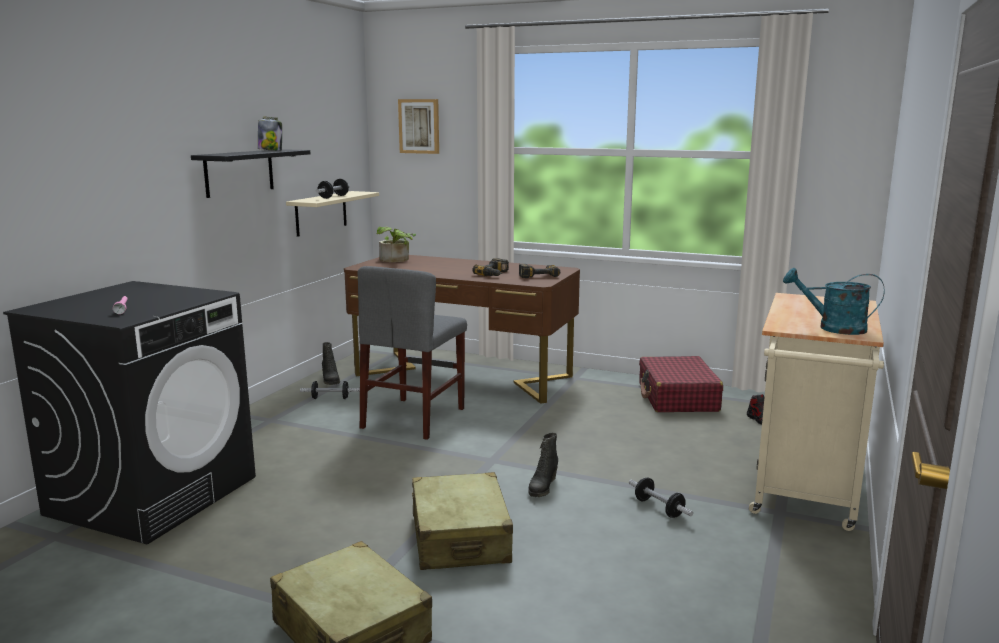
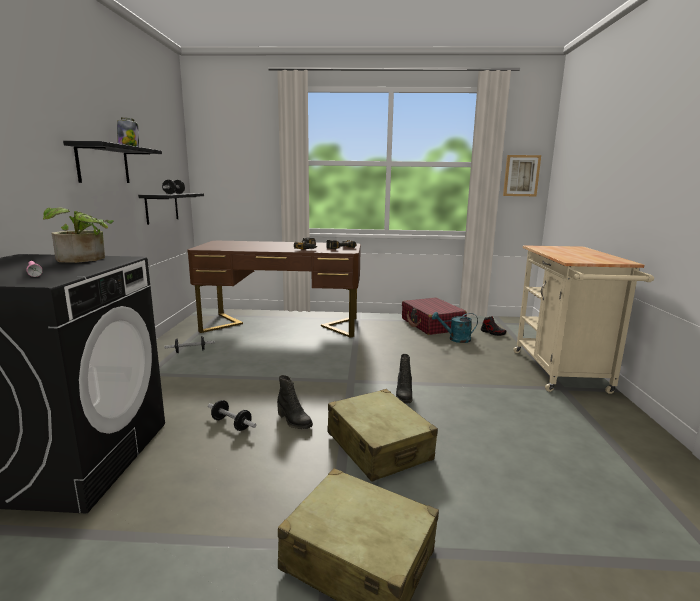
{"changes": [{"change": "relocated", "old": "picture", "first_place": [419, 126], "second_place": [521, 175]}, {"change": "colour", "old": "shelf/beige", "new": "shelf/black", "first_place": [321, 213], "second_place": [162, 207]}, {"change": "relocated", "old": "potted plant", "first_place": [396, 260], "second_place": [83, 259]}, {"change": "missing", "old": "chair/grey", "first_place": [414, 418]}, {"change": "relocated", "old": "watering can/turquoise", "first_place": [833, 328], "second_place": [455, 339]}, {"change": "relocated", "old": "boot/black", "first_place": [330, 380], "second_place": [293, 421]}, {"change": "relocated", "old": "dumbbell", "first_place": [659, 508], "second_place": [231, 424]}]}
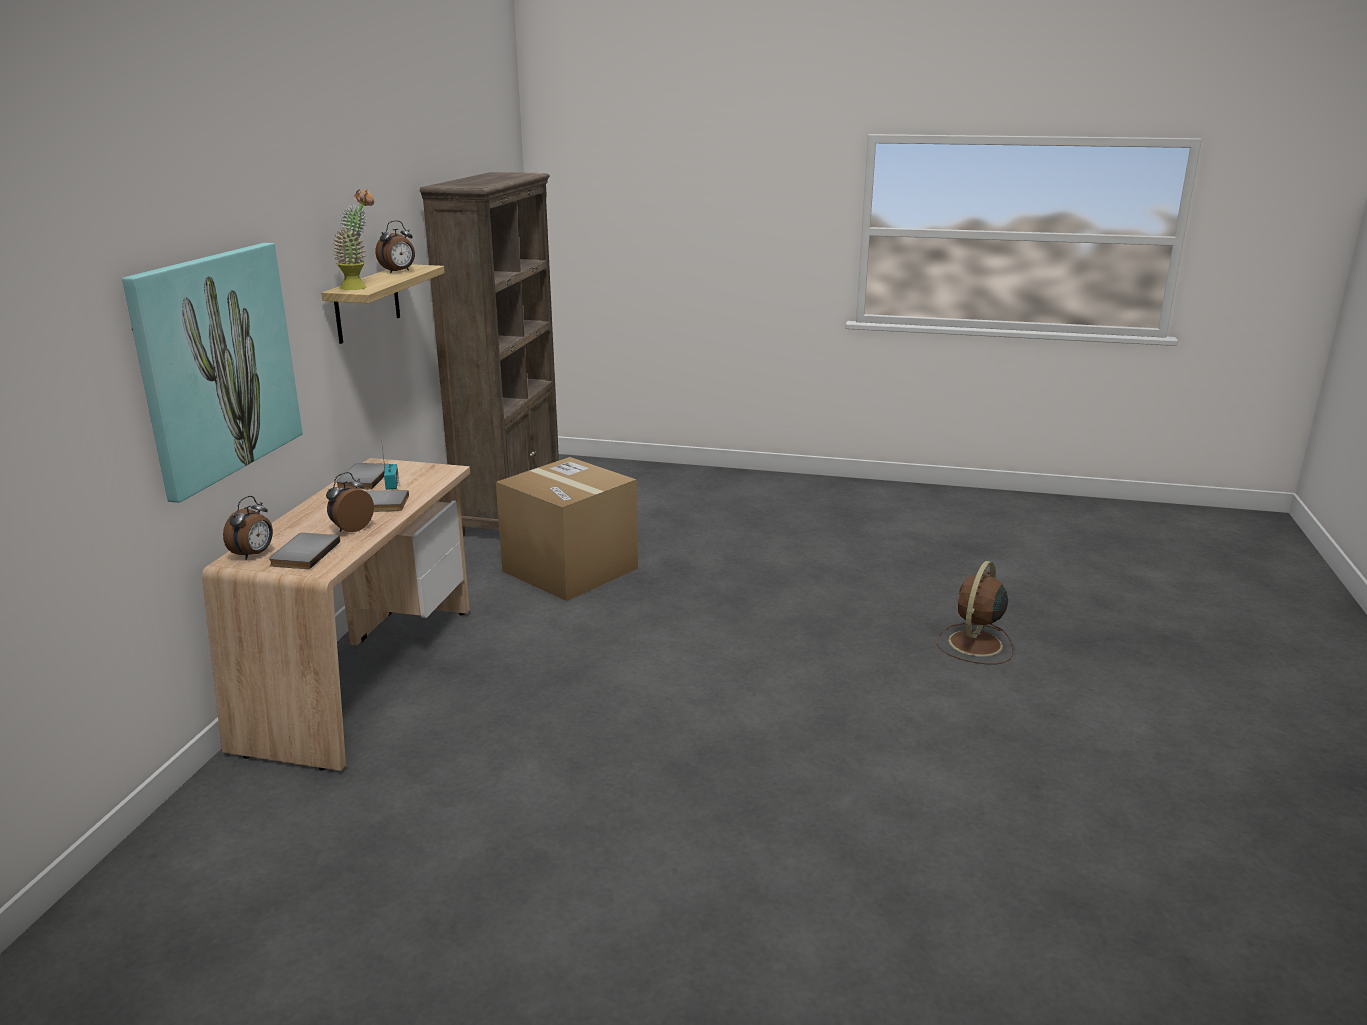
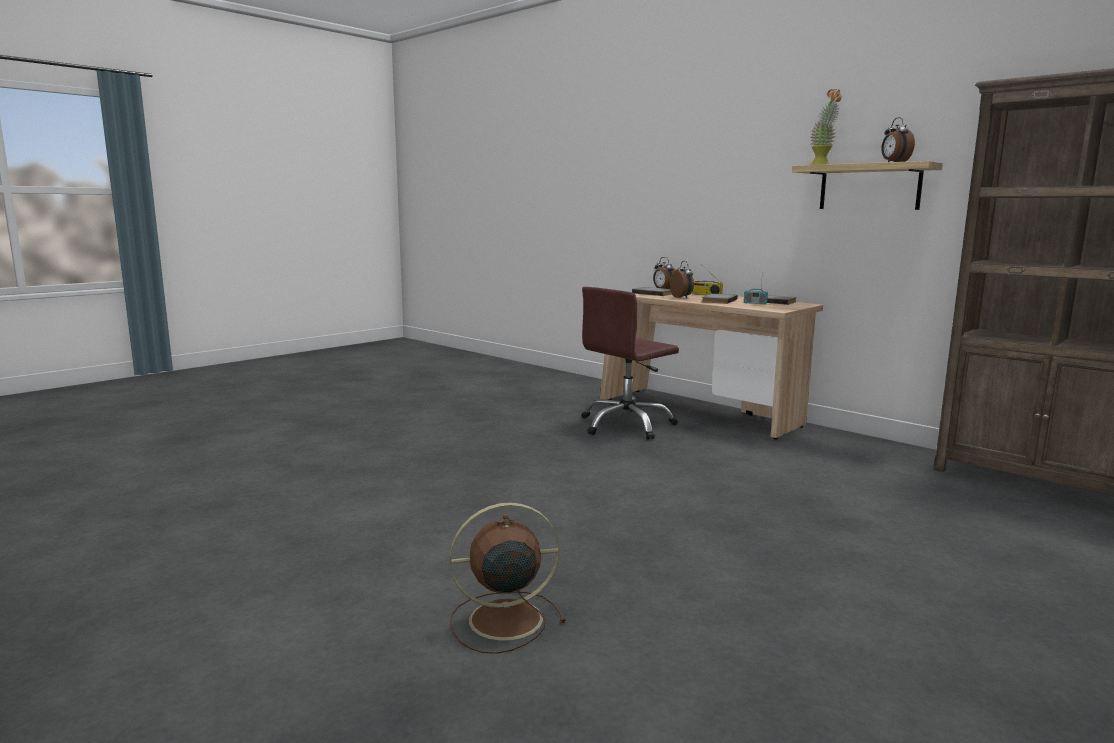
{"changes": [{"change": "missing", "old": "picture", "first_place": [216, 365]}, {"change": "missing", "old": "cardboard box", "first_place": [570, 569]}, {"change": "spun", "old": "fan/brown", "first_place": [974, 644], "second_place": [502, 620], "degrees": -75}, {"change": "appeared", "new": "radio", "second_place": [706, 294]}, {"change": "appeared", "new": "office chair/brown", "second_place": [626, 425]}]}
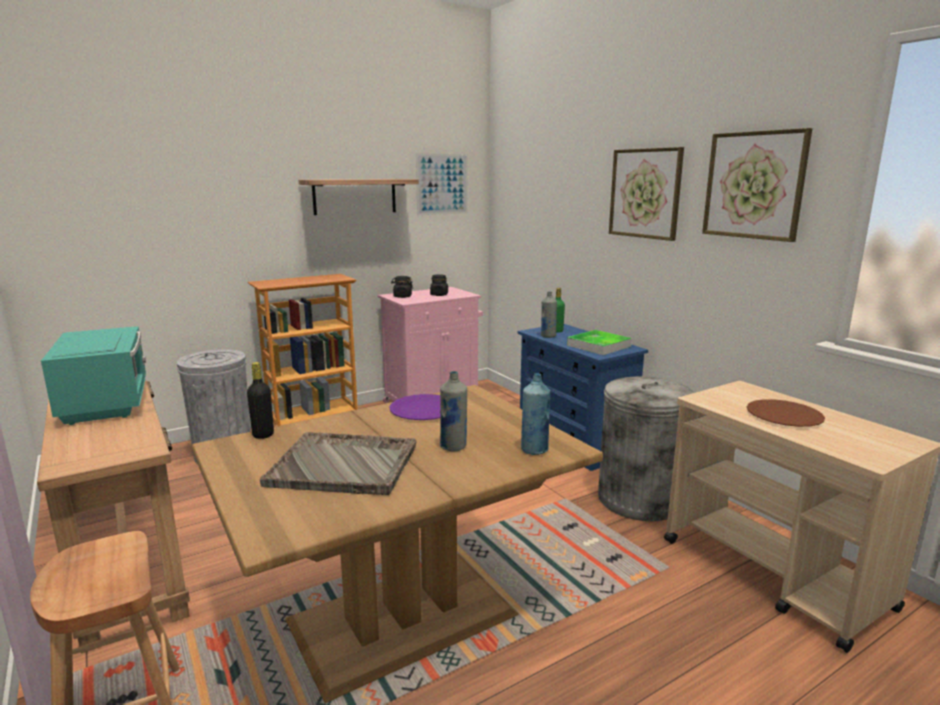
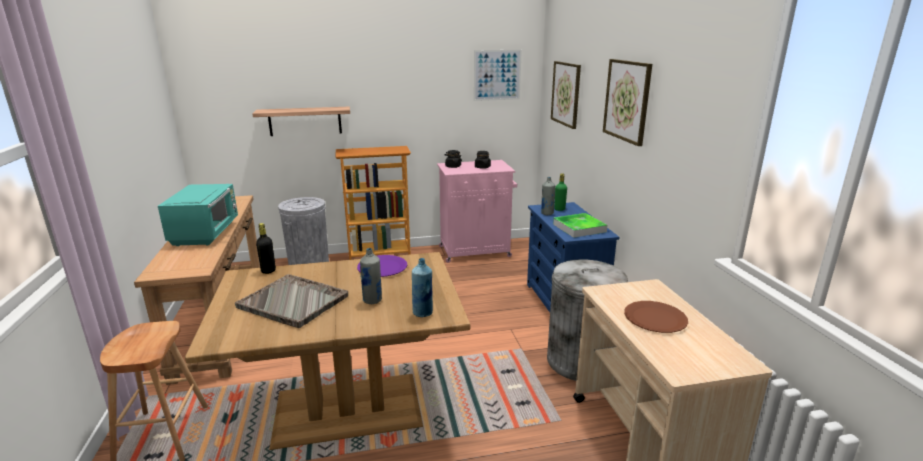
{"changes": [{"change": "relocated", "old": "picture", "first_place": [754, 185], "second_place": [566, 94]}, {"change": "relocated", "old": "shelf", "first_place": [355, 196], "second_place": [305, 121]}]}
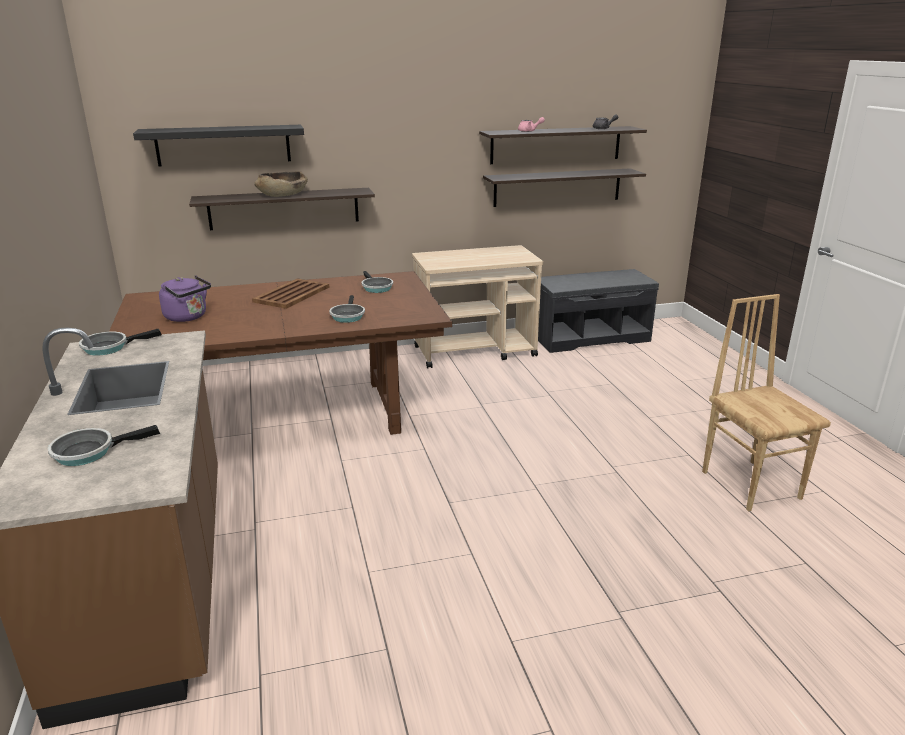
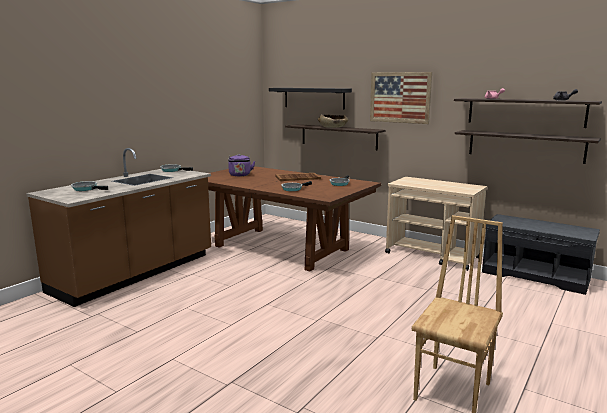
{"changes": [{"change": "appeared", "new": "picture", "second_place": [400, 97]}]}
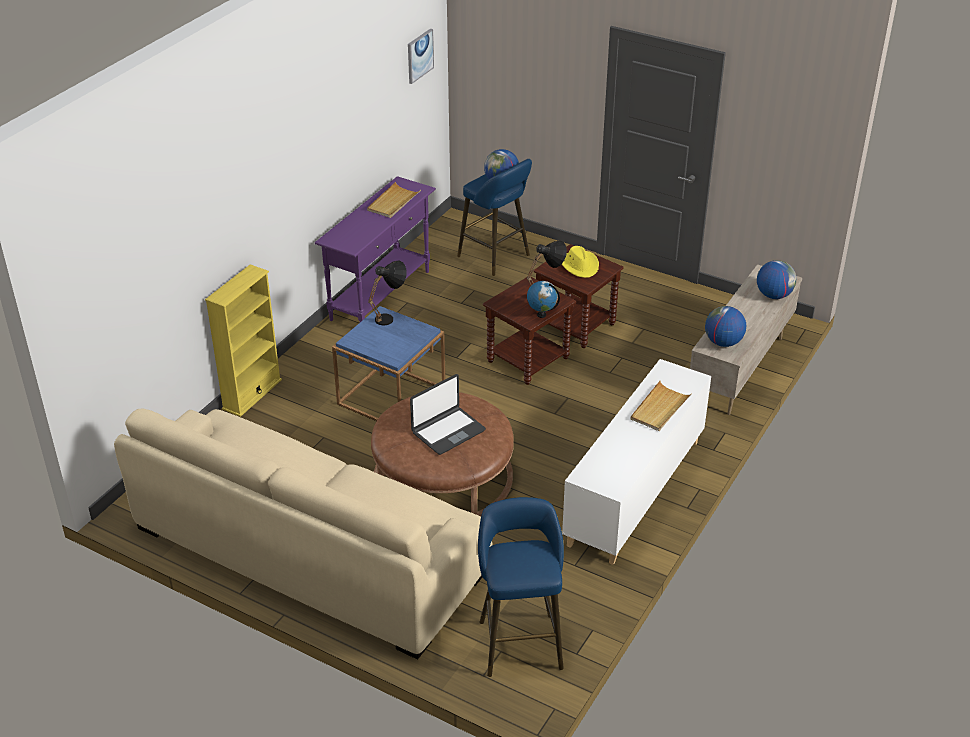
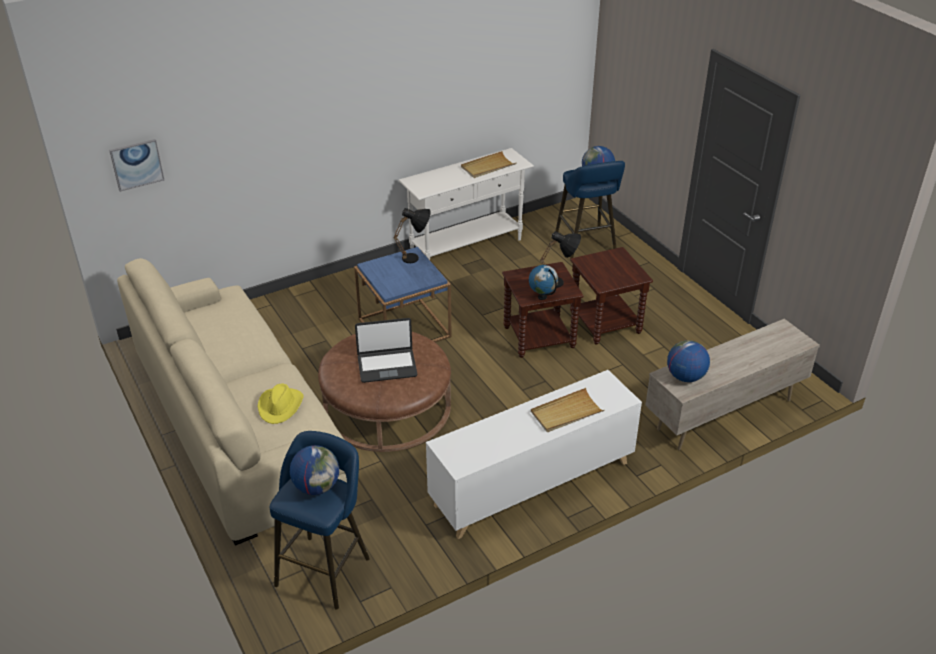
{"changes": [{"change": "relocated", "old": "picture", "first_place": [419, 55], "second_place": [136, 164]}, {"change": "colour", "old": "console table/purple", "new": "console table/white", "first_place": [381, 295], "second_place": [467, 246]}, {"change": "relocated", "old": "hat/yellow", "first_place": [579, 265], "second_place": [280, 406]}, {"change": "relocated", "old": "globe", "first_place": [773, 295], "second_place": [316, 486]}, {"change": "missing", "old": "bookcase/yellow", "first_place": [252, 394]}]}
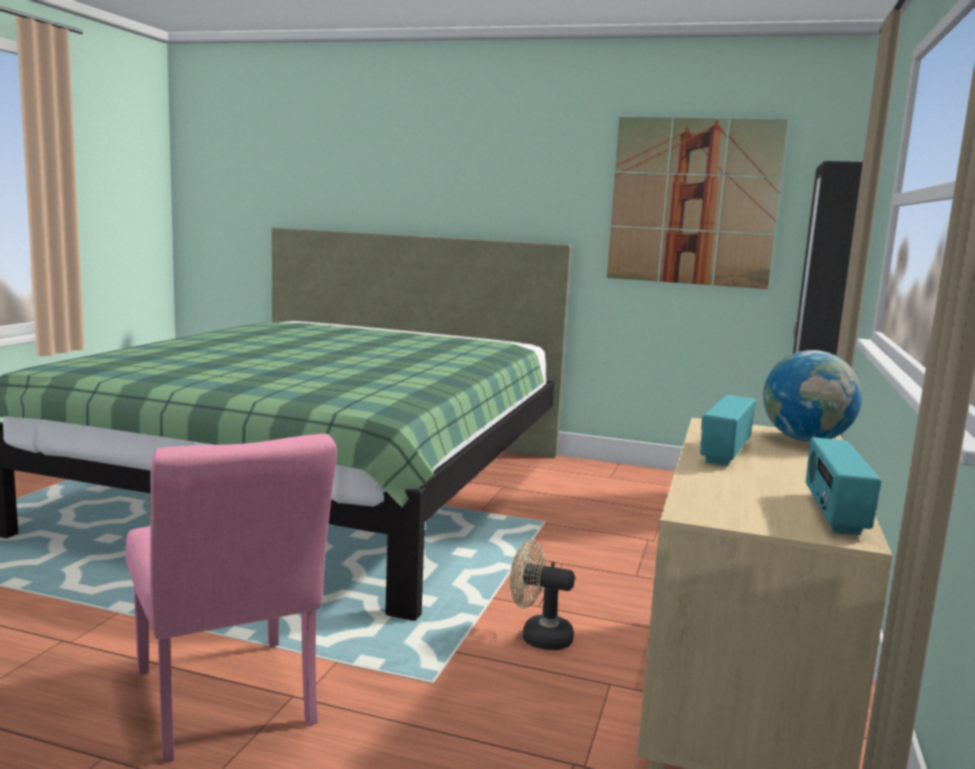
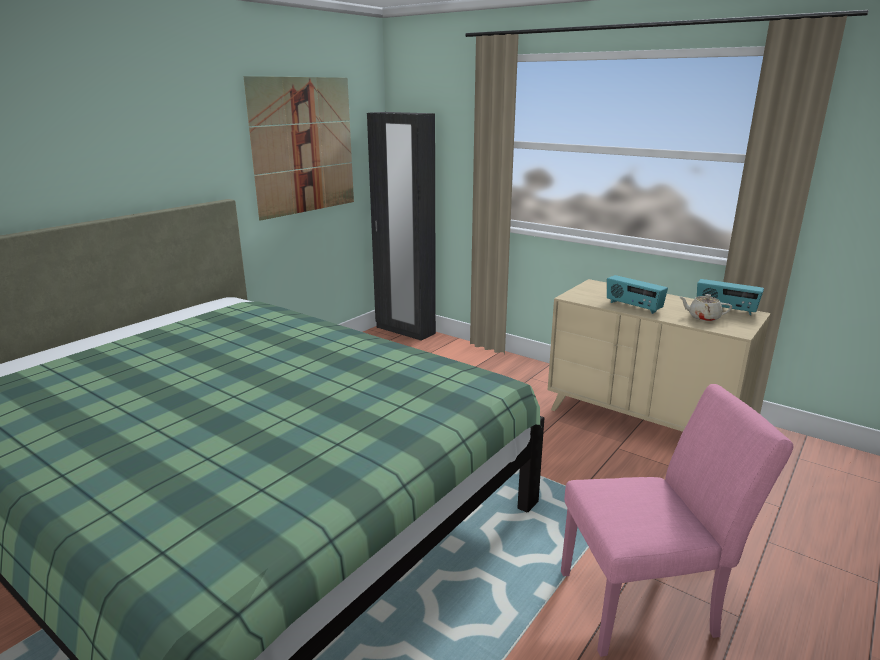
{"changes": [{"change": "missing", "old": "globe", "first_place": [805, 440]}, {"change": "missing", "old": "fan/beige", "first_place": [538, 637]}, {"change": "appeared", "new": "teapot/beige", "second_place": [703, 317]}]}
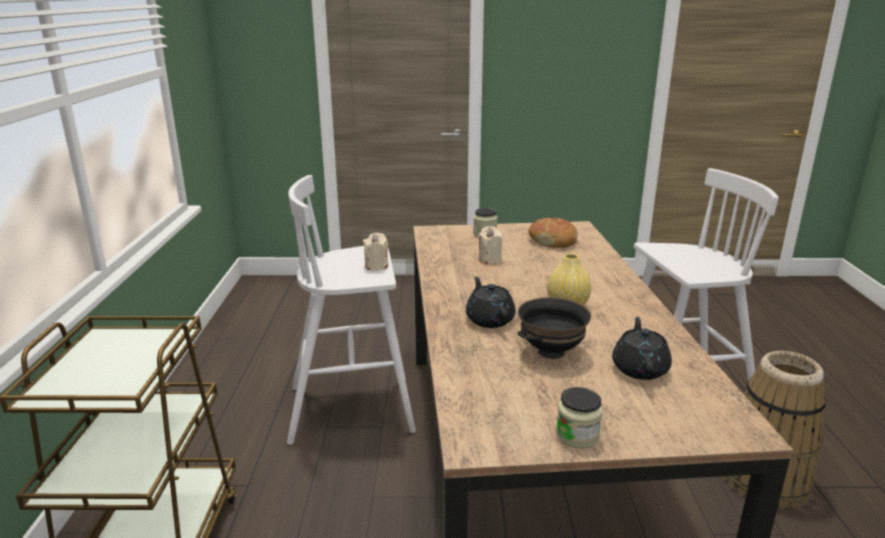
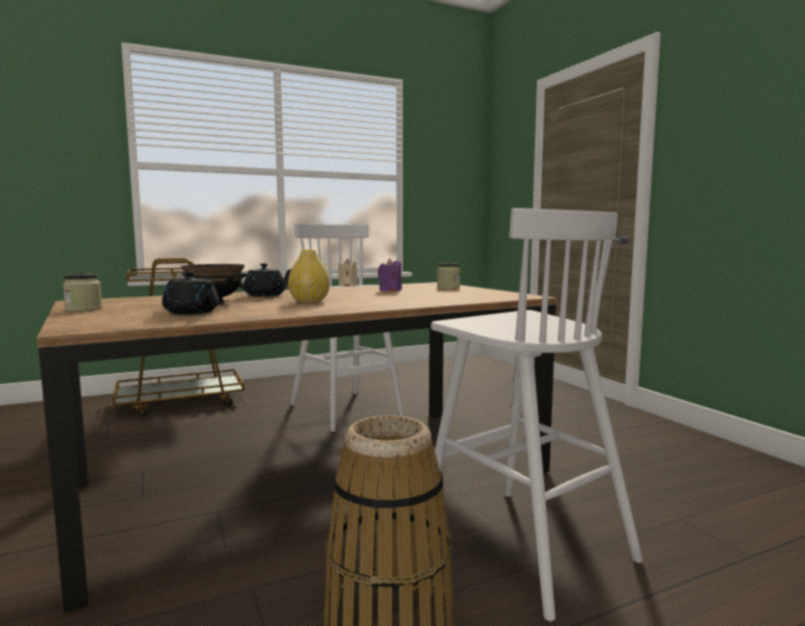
{"changes": [{"change": "missing", "old": "bread", "first_place": [553, 240]}, {"change": "colour", "old": "candle/beige", "new": "candle/purple", "first_place": [490, 259], "second_place": [390, 290]}, {"change": "spun", "old": "teapot/black", "first_place": [640, 368], "second_place": [192, 313], "degrees": 60}]}
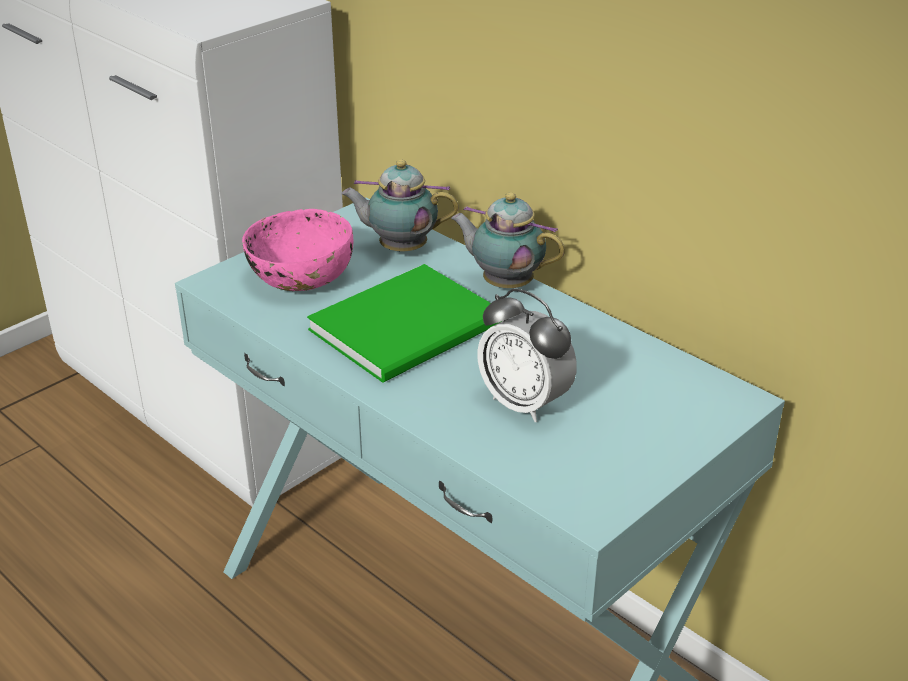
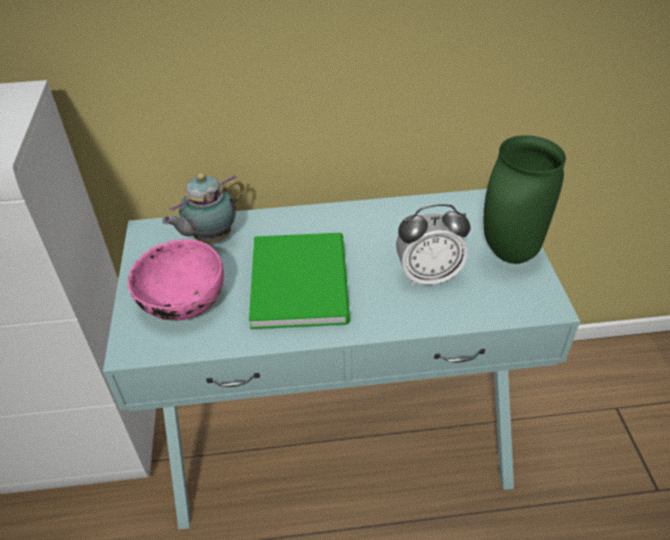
{"changes": [{"change": "missing", "old": "teapot", "first_place": [504, 284]}, {"change": "appeared", "new": "vase/green", "second_place": [508, 252]}]}
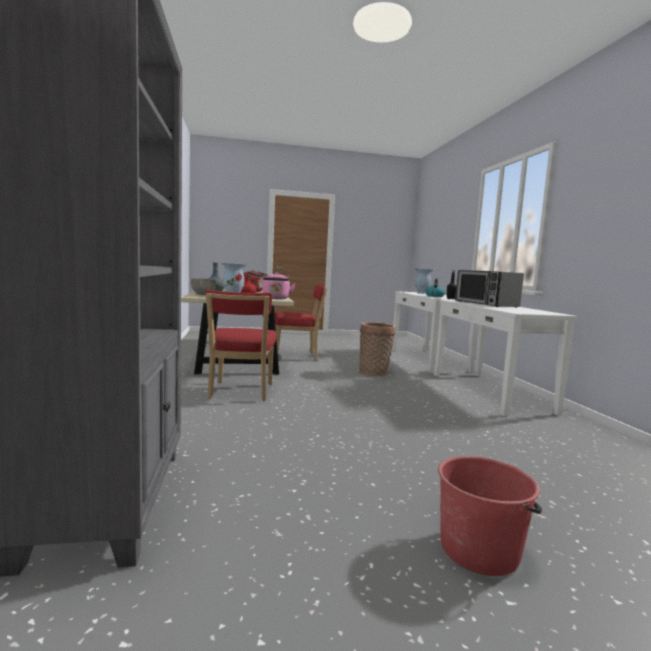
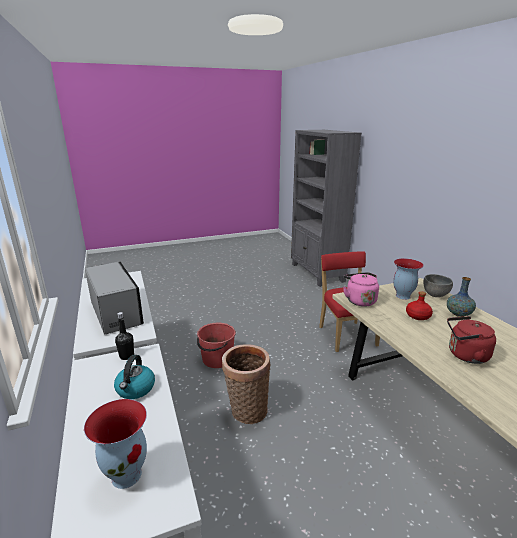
{"changes": [{"change": "missing", "old": "chair/red", "first_place": [297, 356]}, {"change": "relocated", "old": "bucket/red", "first_place": [480, 550], "second_place": [217, 359]}]}
